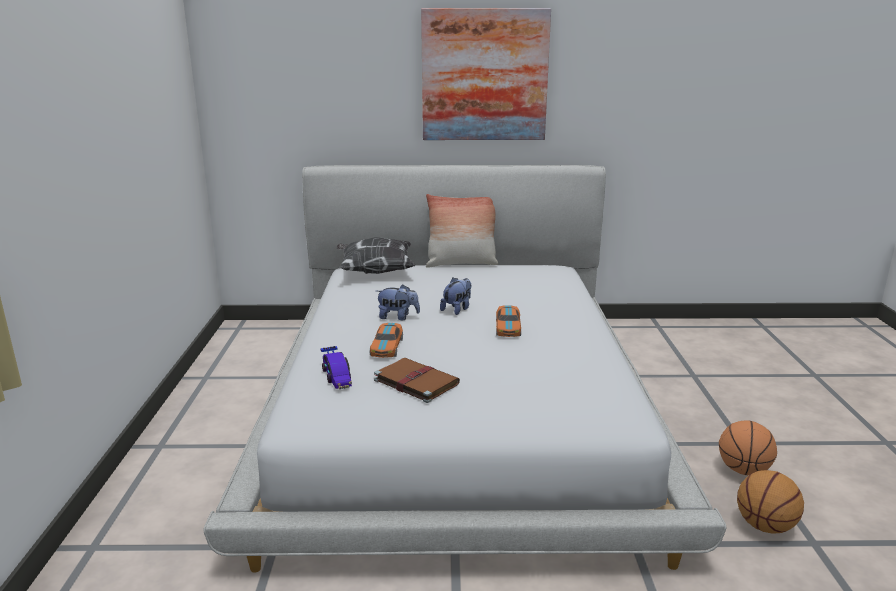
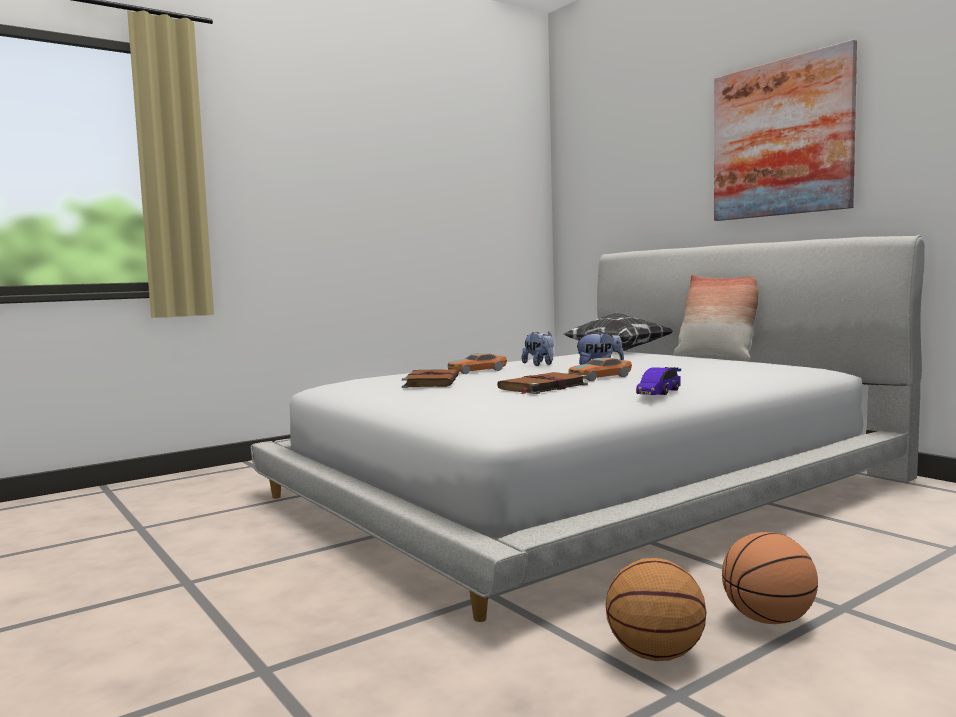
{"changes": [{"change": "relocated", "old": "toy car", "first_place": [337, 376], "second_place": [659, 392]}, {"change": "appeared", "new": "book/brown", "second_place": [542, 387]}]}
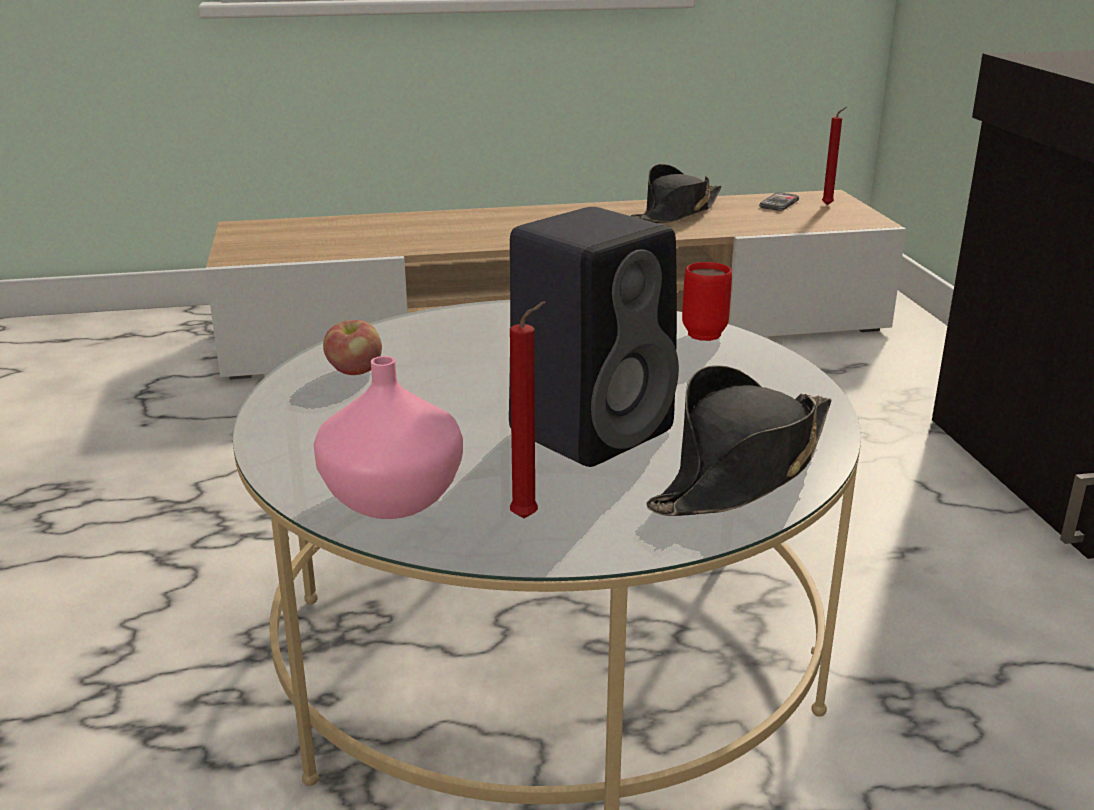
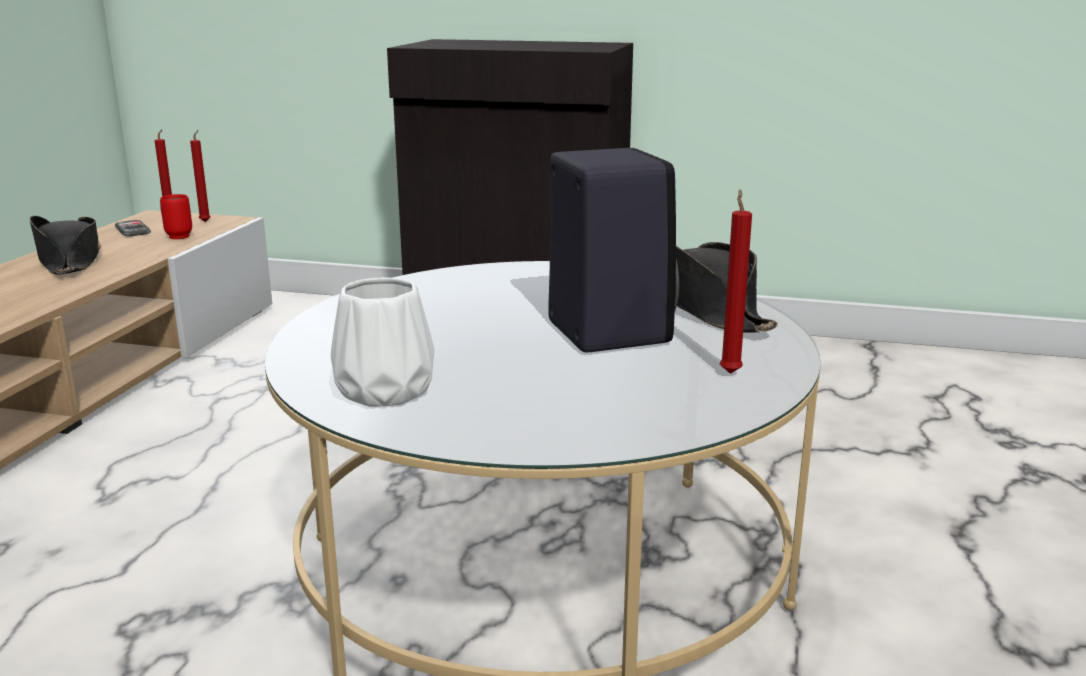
{"changes": [{"change": "relocated", "old": "mug/red", "first_place": [705, 331], "second_place": [176, 236]}, {"change": "exchanged", "old": "apple", "new": "vase/white", "first_place": [355, 371], "second_place": [385, 390]}, {"change": "missing", "old": "vase/pink", "first_place": [390, 498]}, {"change": "appeared", "new": "candle/red", "second_place": [206, 221]}]}
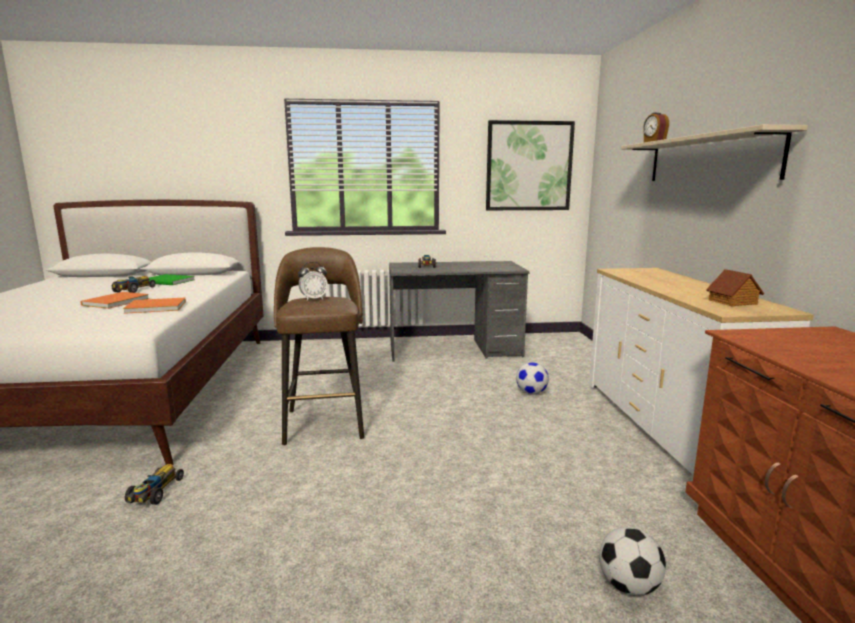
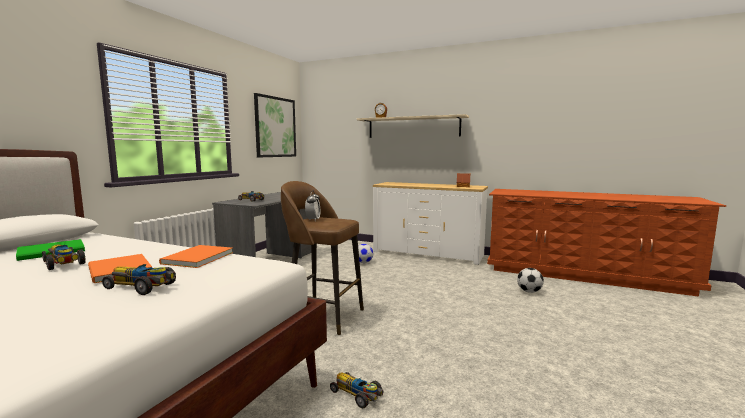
{"changes": [{"change": "appeared", "new": "toy car", "second_place": [142, 287]}]}
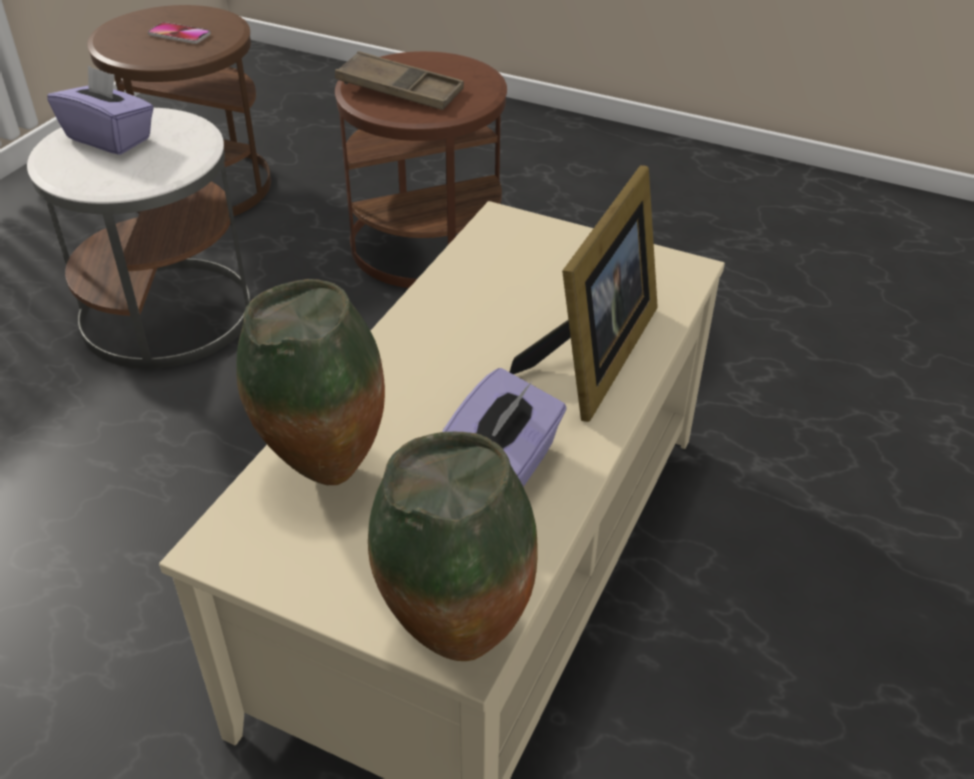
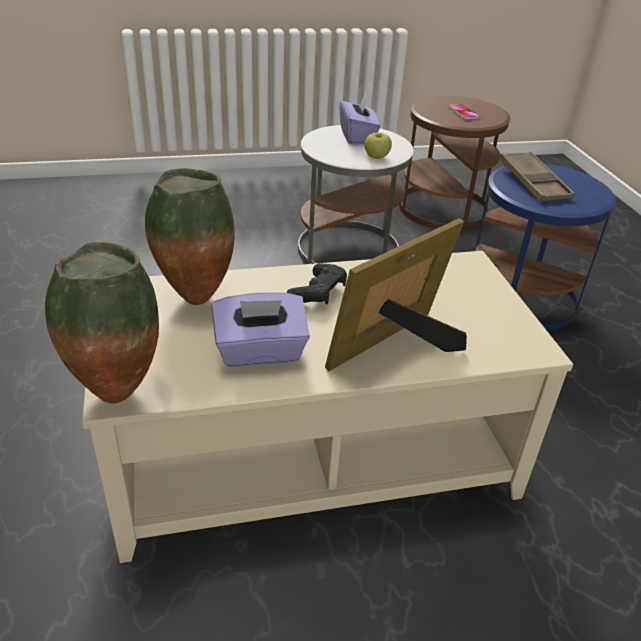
{"changes": [{"change": "colour", "old": "side table/brown", "new": "side table/blue", "first_place": [425, 243], "second_place": [520, 297]}, {"change": "spun", "old": "picture frame", "first_place": [594, 357], "second_place": [397, 347], "degrees": 150}, {"change": "appeared", "new": "apple", "second_place": [377, 157]}, {"change": "appeared", "new": "game controller/black", "second_place": [318, 293]}]}
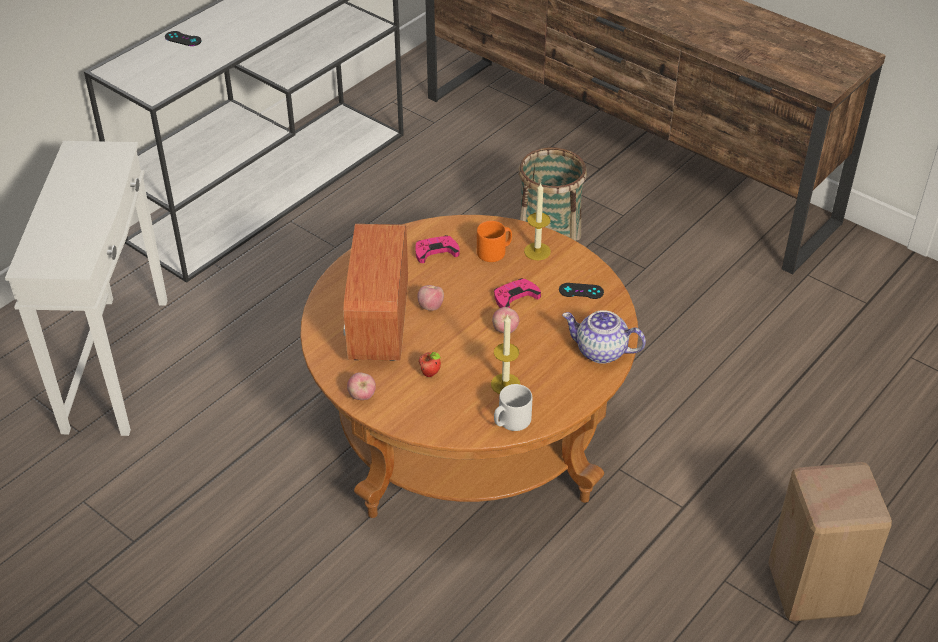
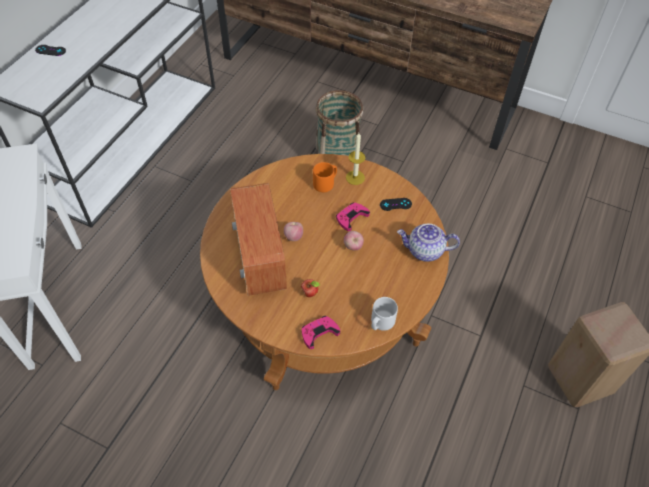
{"changes": [{"change": "relocated", "old": "game controller/pink", "first_place": [436, 252], "second_place": [319, 333]}, {"change": "missing", "old": "candle", "first_place": [505, 384]}, {"change": "missing", "old": "apple", "first_place": [362, 396]}]}
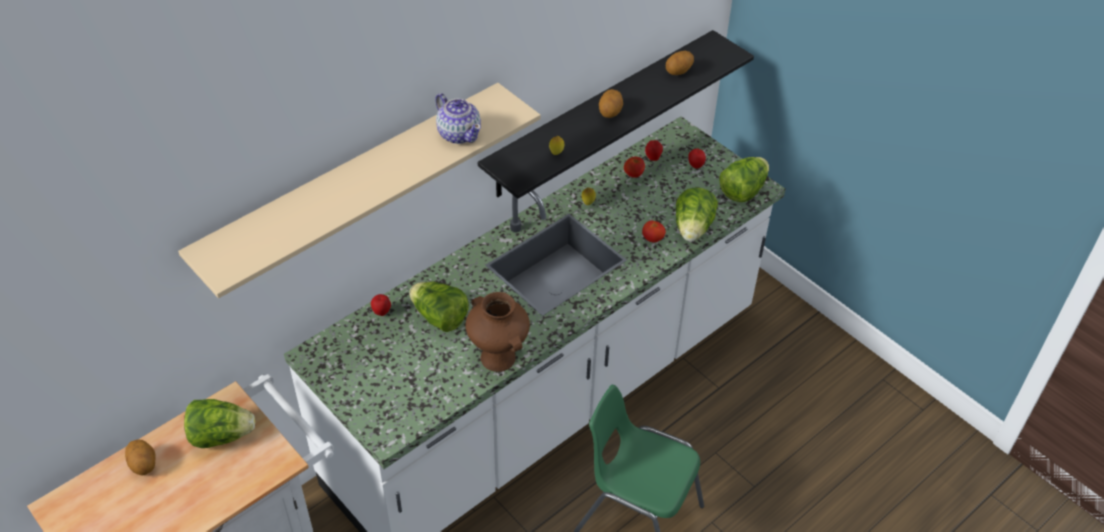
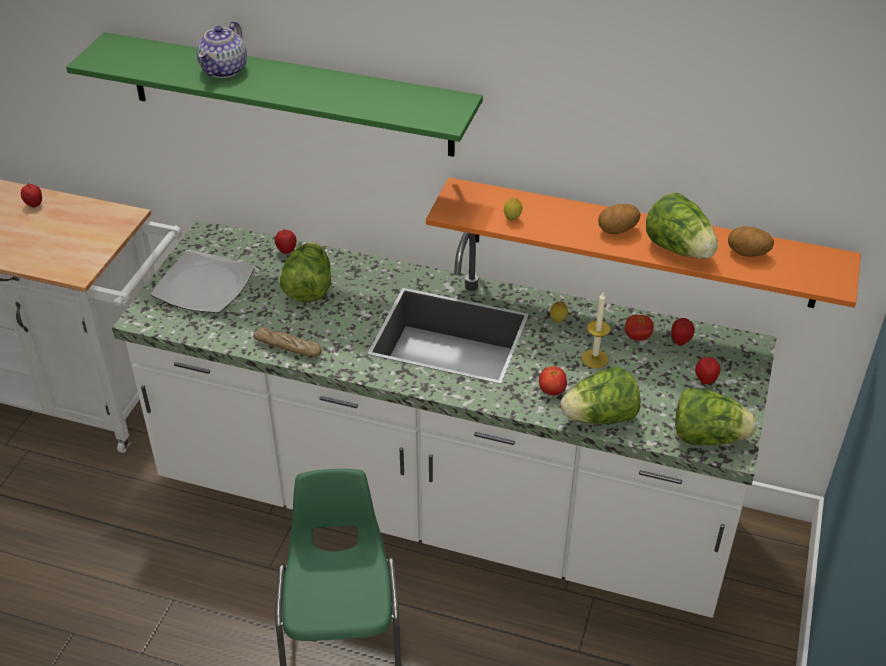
{"changes": [{"change": "colour", "old": "shelf/black", "new": "shelf/orange", "first_place": [601, 114], "second_place": [642, 243]}, {"change": "colour", "old": "shelf/beige", "new": "shelf/green", "first_place": [353, 185], "second_place": [289, 94]}, {"change": "relocated", "old": "teapot", "first_place": [459, 134], "second_place": [225, 69]}, {"change": "exchanged", "old": "vase/brown", "new": "bread", "first_place": [499, 358], "second_place": [287, 347]}, {"change": "relocated", "old": "lettuce", "first_place": [221, 435], "second_place": [679, 249]}, {"change": "exchanged", "old": "potato", "new": "apple", "first_place": [144, 464], "second_place": [34, 205]}, {"change": "appeared", "new": "plate", "second_place": [204, 285]}, {"change": "appeared", "new": "candle", "second_place": [595, 358]}]}
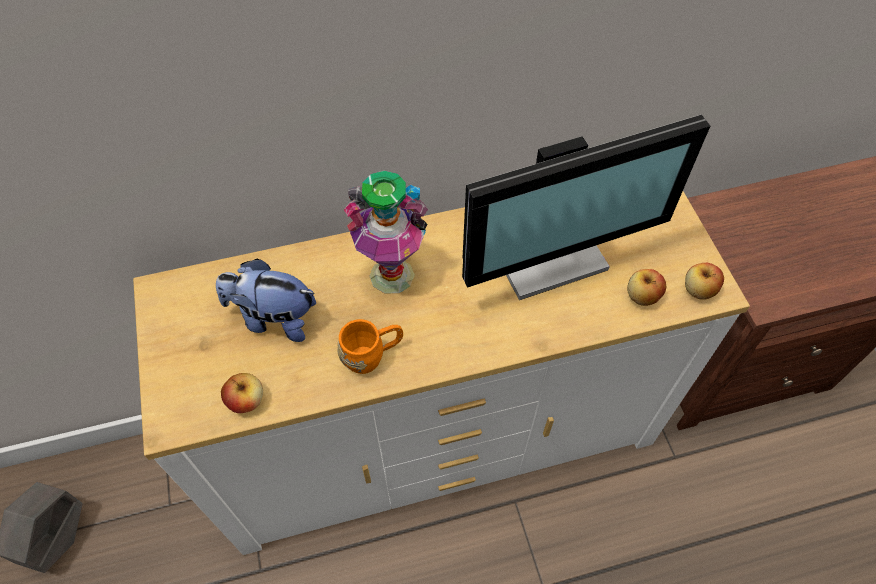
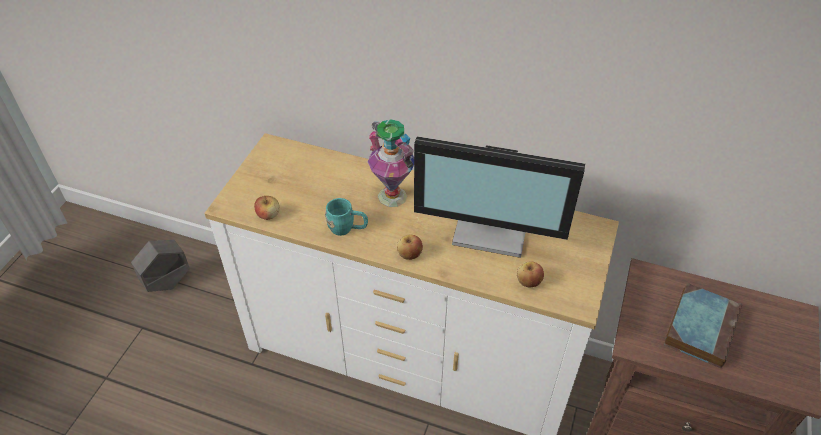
{"changes": [{"change": "missing", "old": "plush toy", "first_place": [274, 319]}, {"change": "relocated", "old": "apple", "first_place": [698, 290], "second_place": [409, 254]}, {"change": "colour", "old": "mug/orange", "new": "mug/turquoise", "first_place": [372, 355], "second_place": [347, 228]}, {"change": "appeared", "new": "book", "second_place": [700, 327]}]}
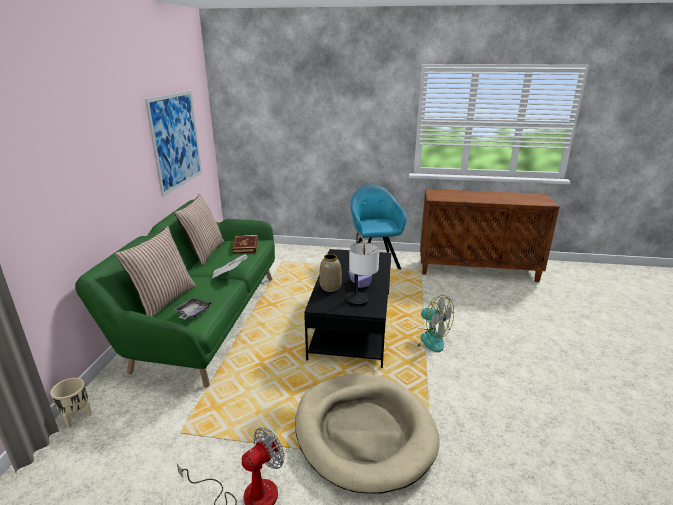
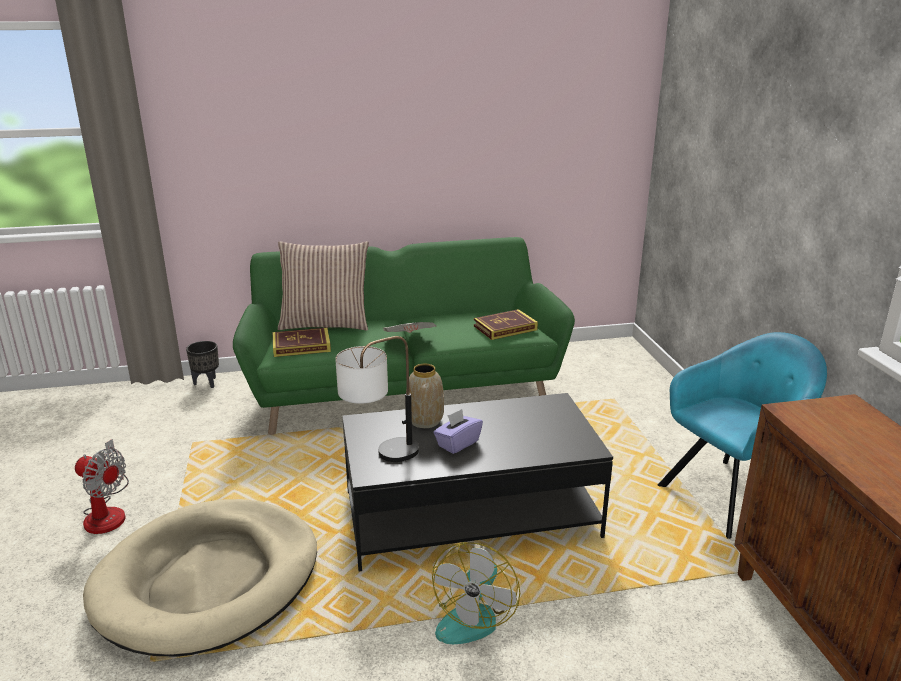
{"changes": [{"change": "missing", "old": "picture", "first_place": [176, 140]}, {"change": "missing", "old": "pillow", "first_place": [204, 252]}, {"change": "exchanged", "old": "tray/grey", "new": "book", "first_place": [192, 313], "second_place": [301, 346]}, {"change": "colour", "old": "planter/beige", "new": "planter/black", "first_place": [77, 417], "second_place": [207, 383]}]}
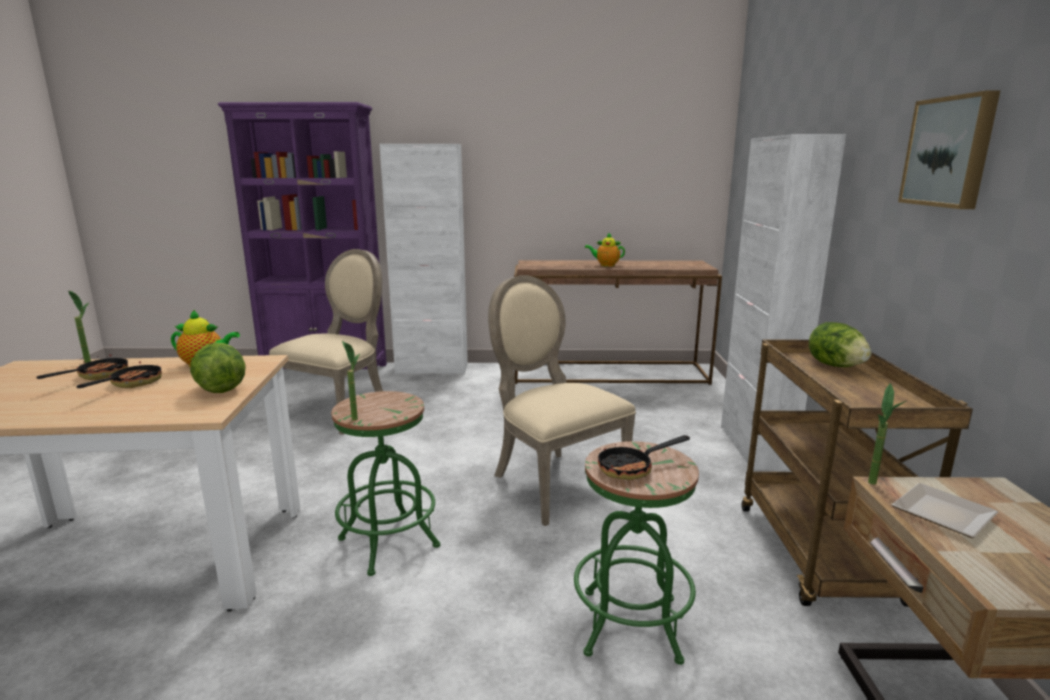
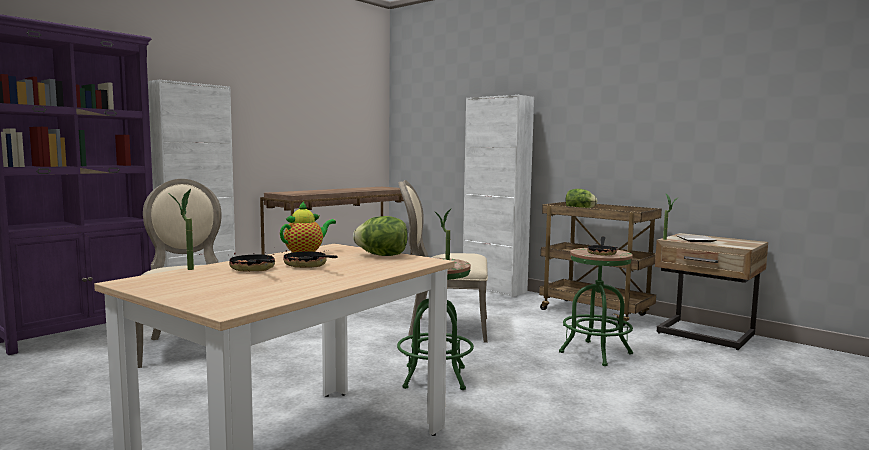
{"changes": [{"change": "missing", "old": "picture", "first_place": [950, 152]}, {"change": "missing", "old": "teapot", "first_place": [605, 265]}]}
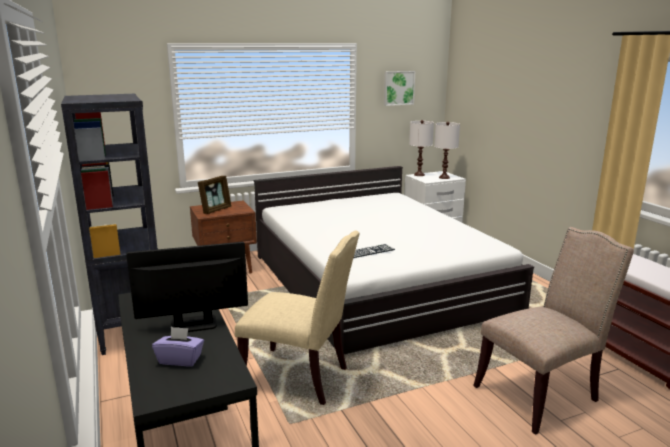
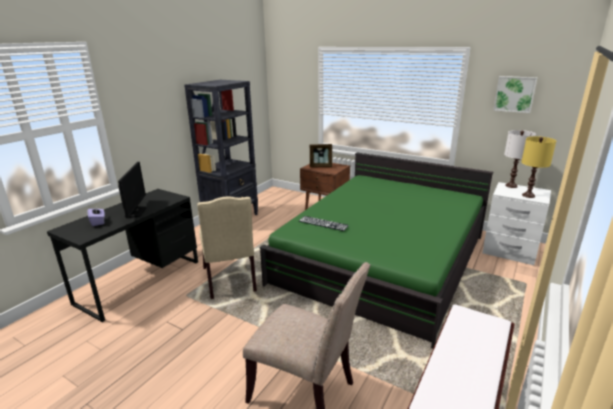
{"changes": [{"change": "colour", "old": "table lamp/white", "new": "table lamp/yellow", "first_place": [444, 177], "second_place": [528, 195]}, {"change": "colour", "old": "bed/white", "new": "bed/green", "first_place": [375, 282], "second_place": [383, 259]}, {"change": "spun", "old": "monitor", "first_place": [193, 324], "second_place": [135, 212], "degrees": 45}]}
